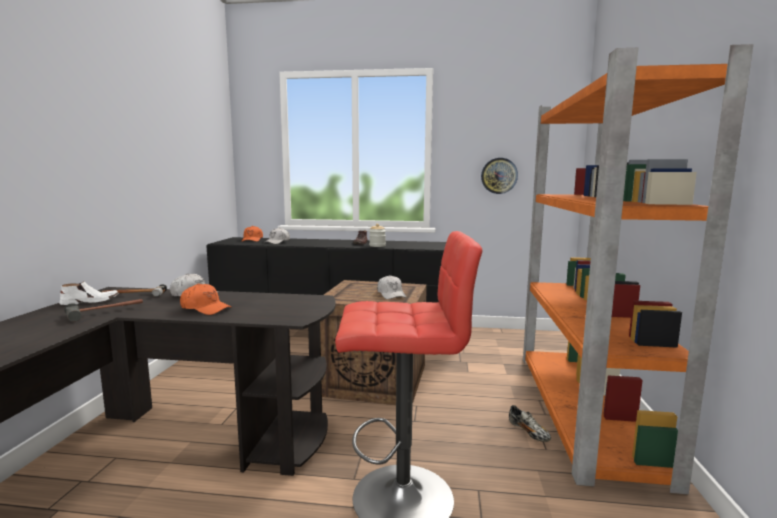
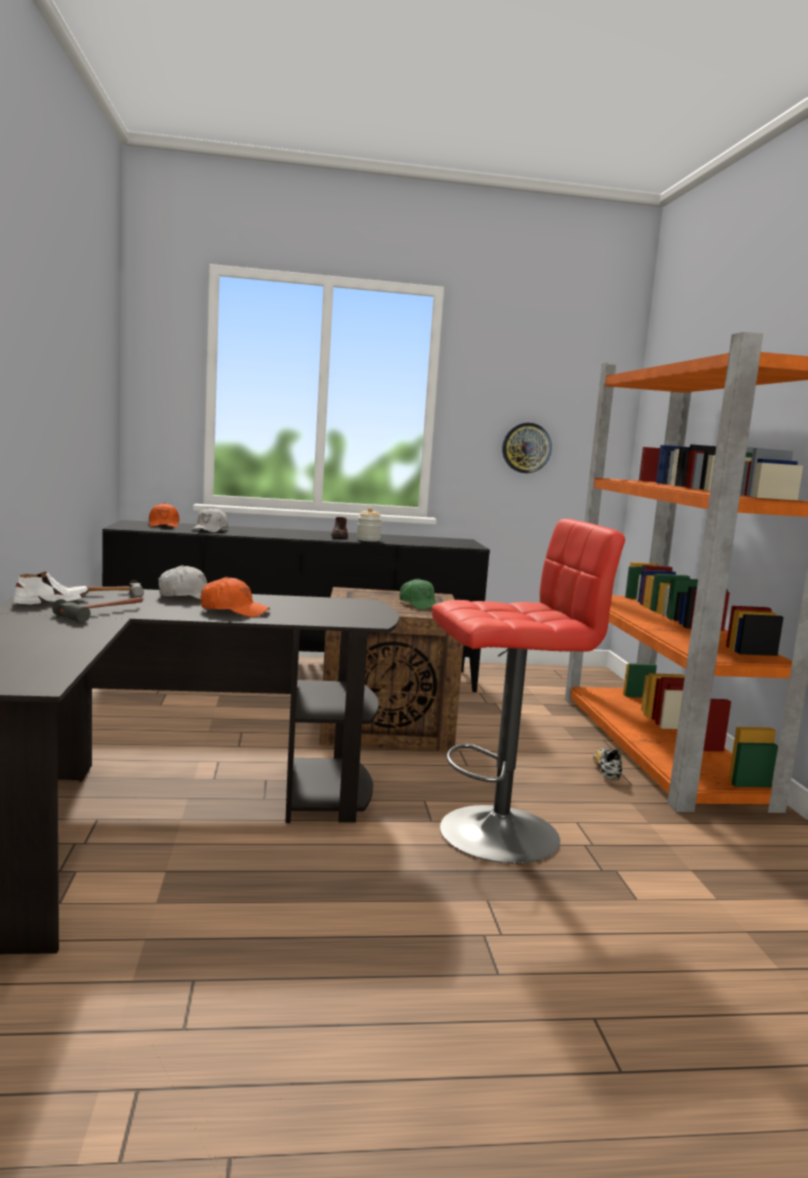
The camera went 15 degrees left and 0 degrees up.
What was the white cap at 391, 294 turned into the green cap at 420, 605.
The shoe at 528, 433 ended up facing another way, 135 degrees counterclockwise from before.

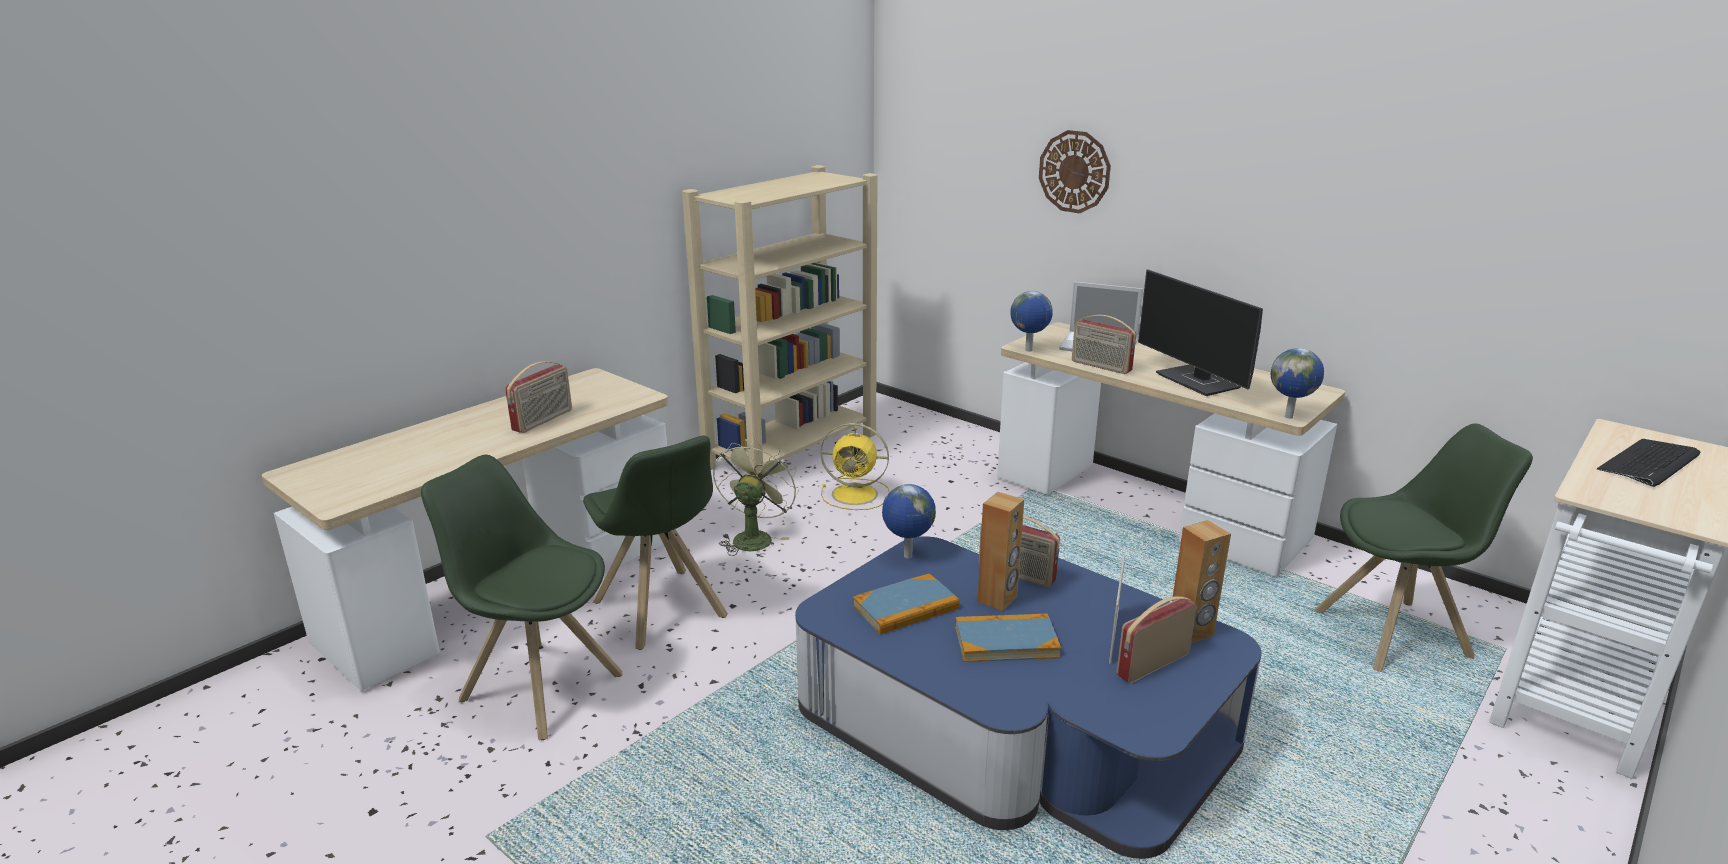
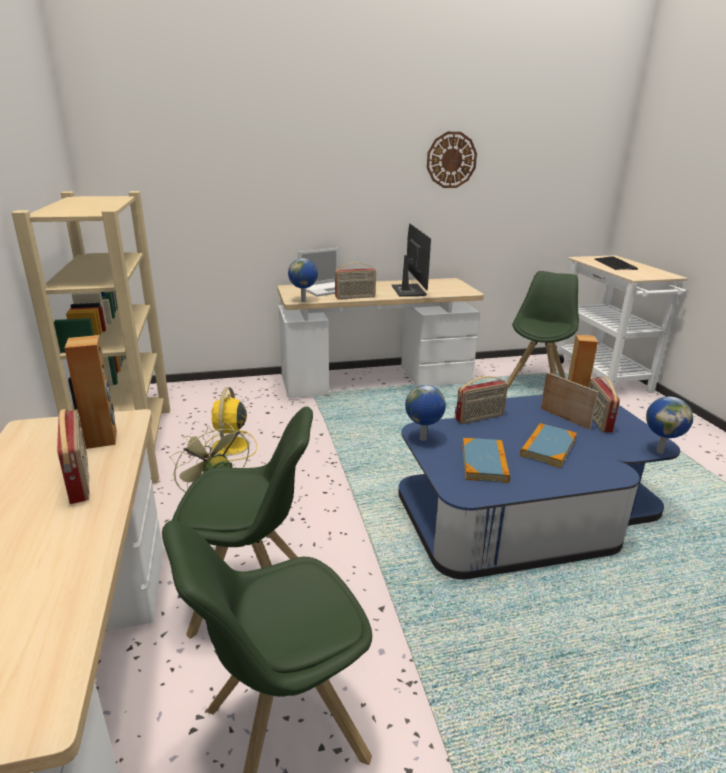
The camera went 55 degrees left and 0 degrees up.
The brown speaker ended up elsewhere, having gone from 998, 599 to 102, 439.
The wall clock ended up elsewhere, having gone from 1074, 171 to 451, 160.
The globe ended up elsewhere, having gone from 1290, 417 to 660, 451.
The yellow fan at 857, 494 ended up facing another way, 135 degrees clockwise from before.
The monitor at 1198, 382 ended up facing another way, 105 degrees counterclockwise from before.

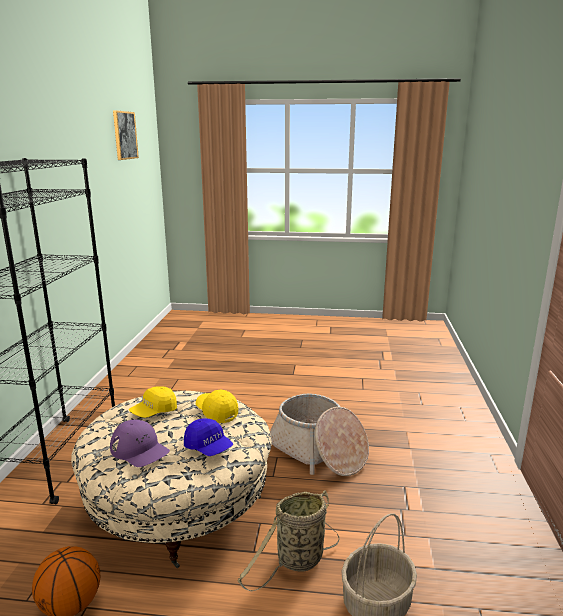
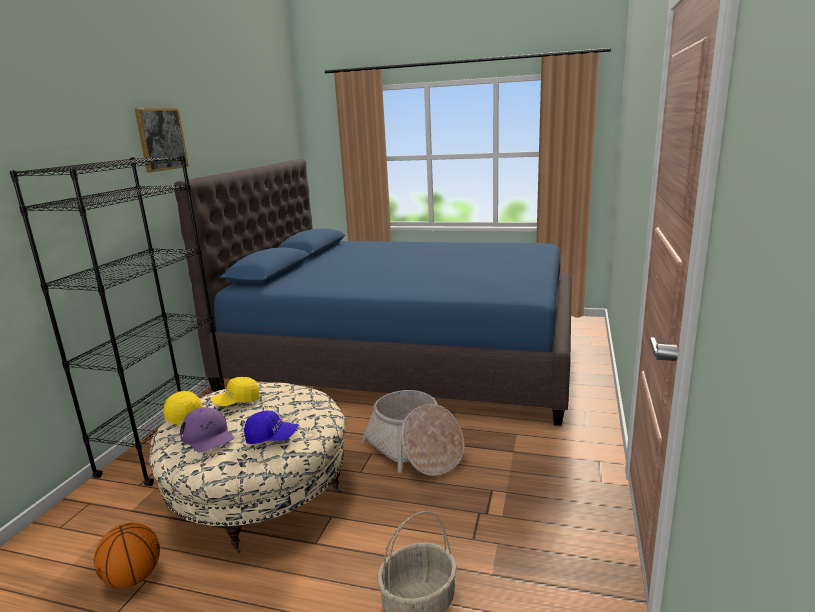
The camera went 10 degrees right and 0 degrees up.
The second view lost the basket at 297, 561.
The second view gained the blue bed at 405, 354.
The picture ended up elsewhere, having gone from 124, 135 to 161, 139.
The yellow cap ended up elsewhere, having gone from 216, 412 to 183, 414.
The blue cap at 208, 448 ended up facing another way, 45 degrees counterclockwise from before.

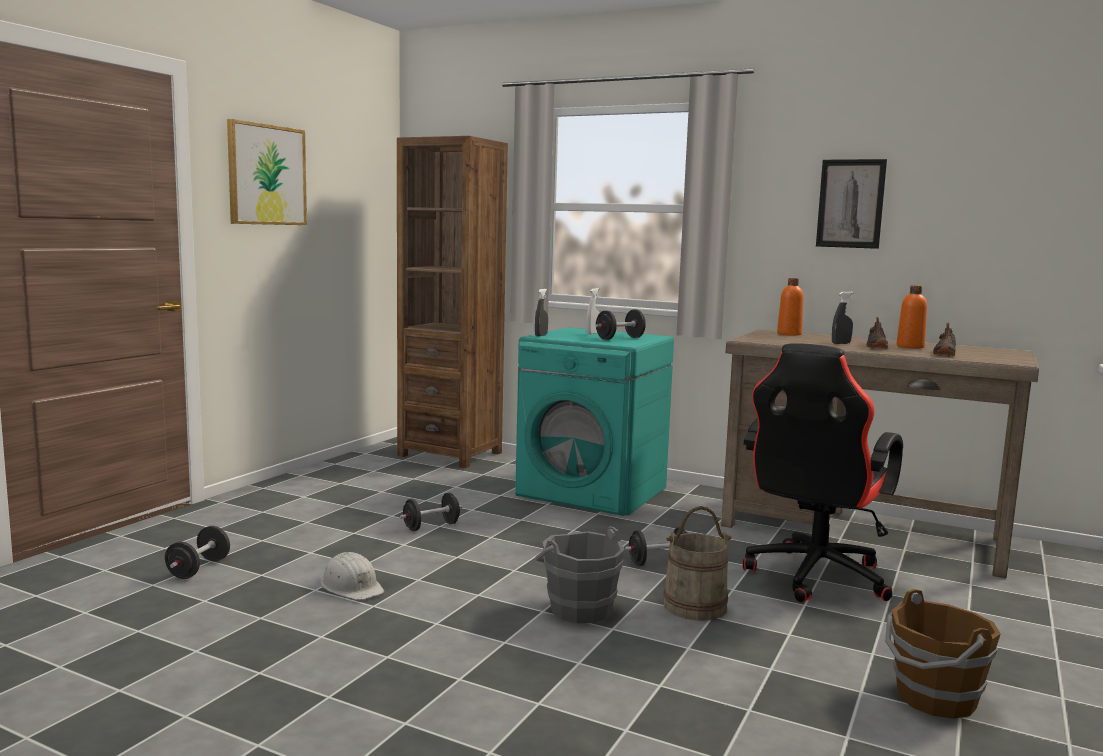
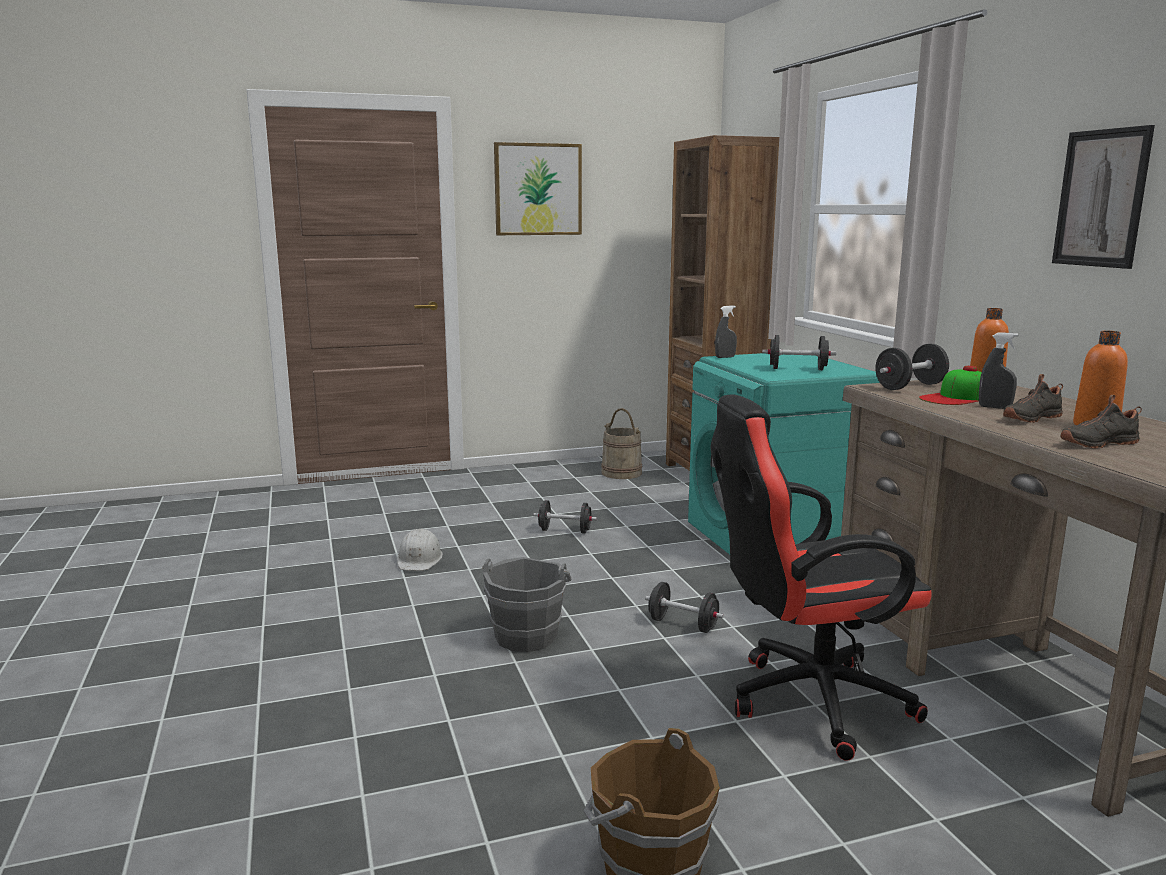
The camera went 45 degrees right and 5 degrees up.
The second view lost the white spray bottle at 592, 333.
The second view gained the cap at 956, 398.
The black dumbbell ended up elsewhere, having gone from 199, 569 to 910, 386.
The beige bucket ended up elsewhere, having gone from 694, 606 to 621, 473.

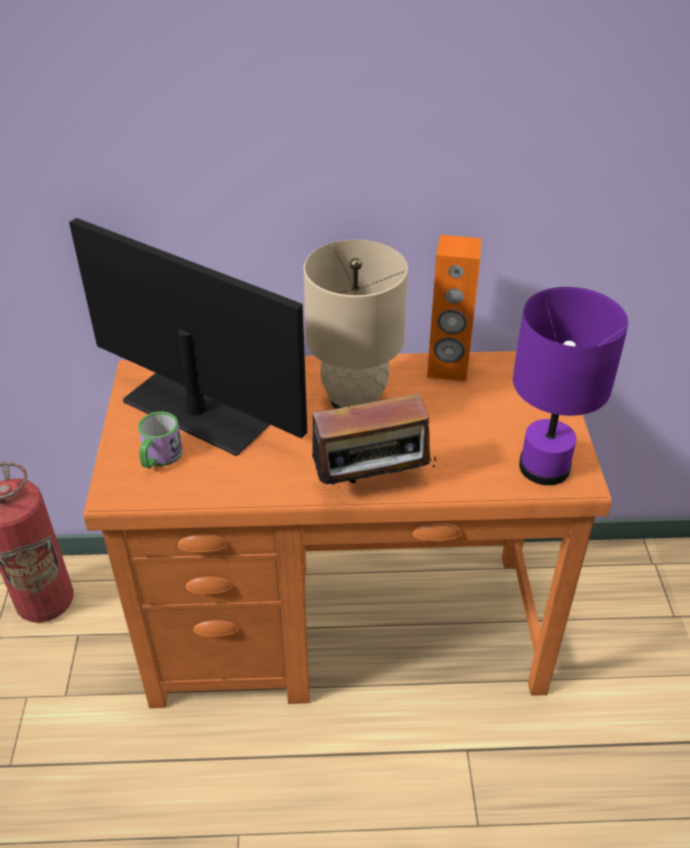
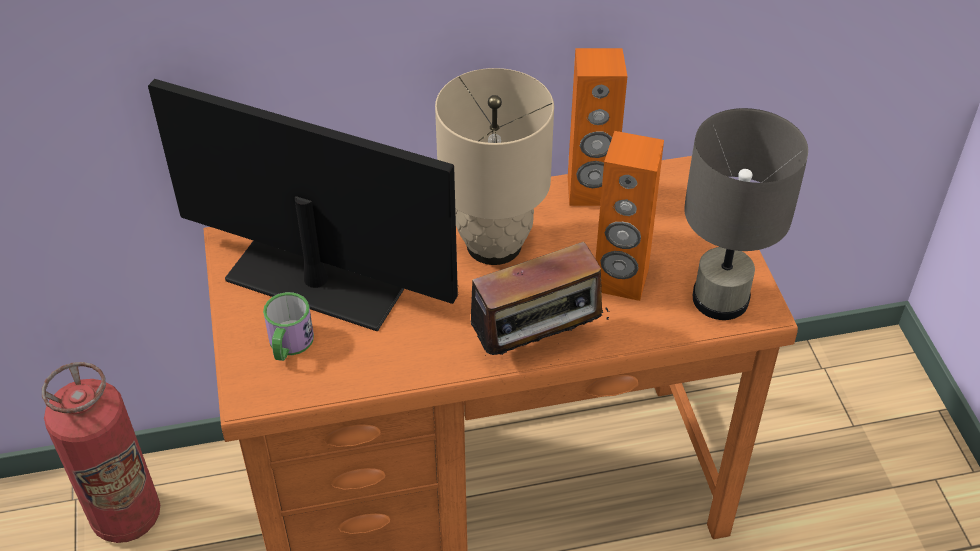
The camera went 10 degrees left and 5 degrees up.
The second view gained the orange speaker at 620, 281.
What was the purple table lamp at 543, 466 turned into the grey table lamp at 719, 298.

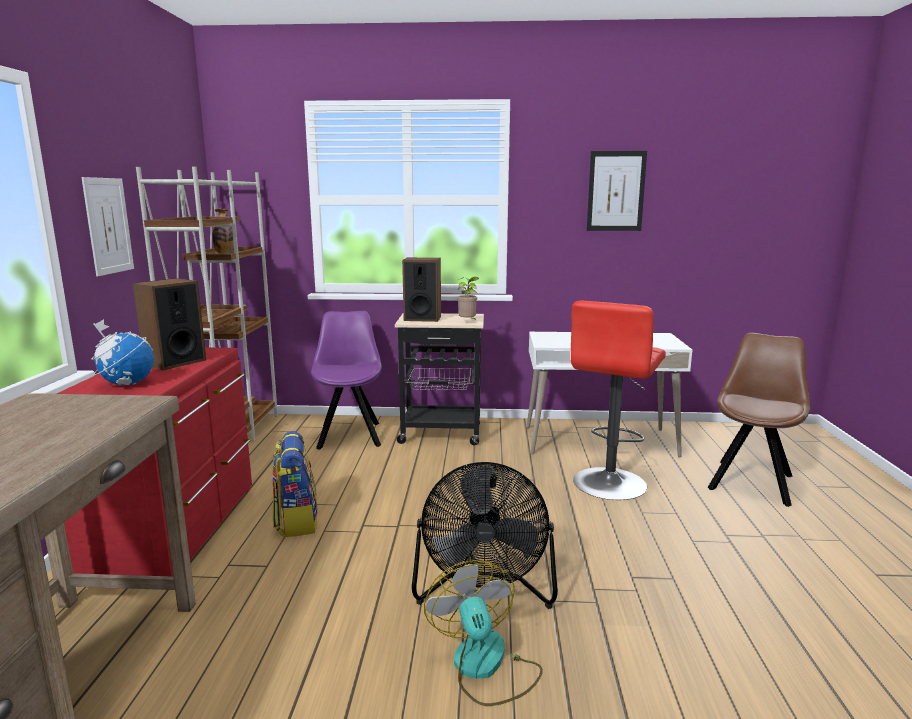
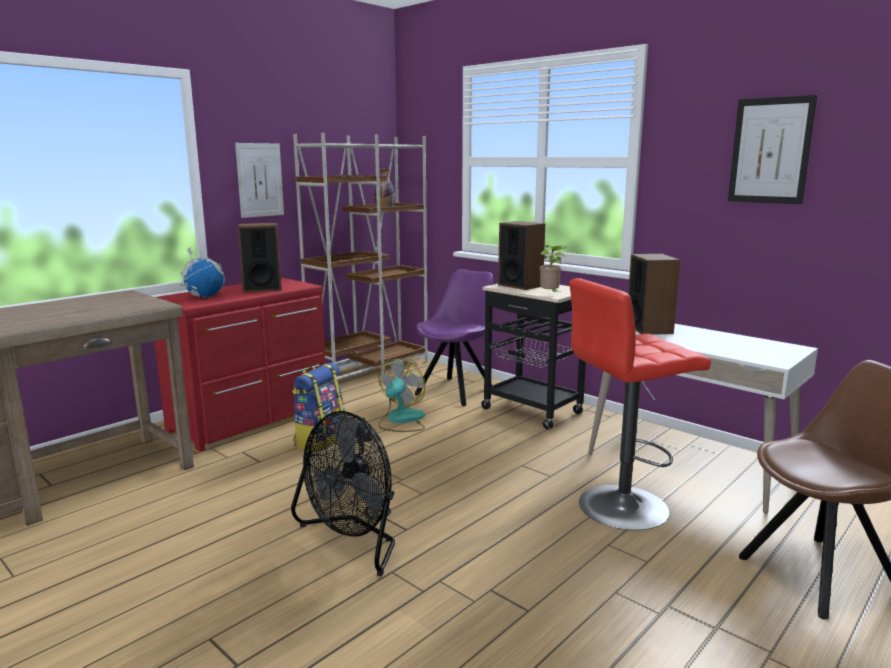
The camera went 40 degrees right and 0 degrees up.
The second view gained the speaker at 649, 329.
The fan ended up elsewhere, having gone from 485, 667 to 401, 420.

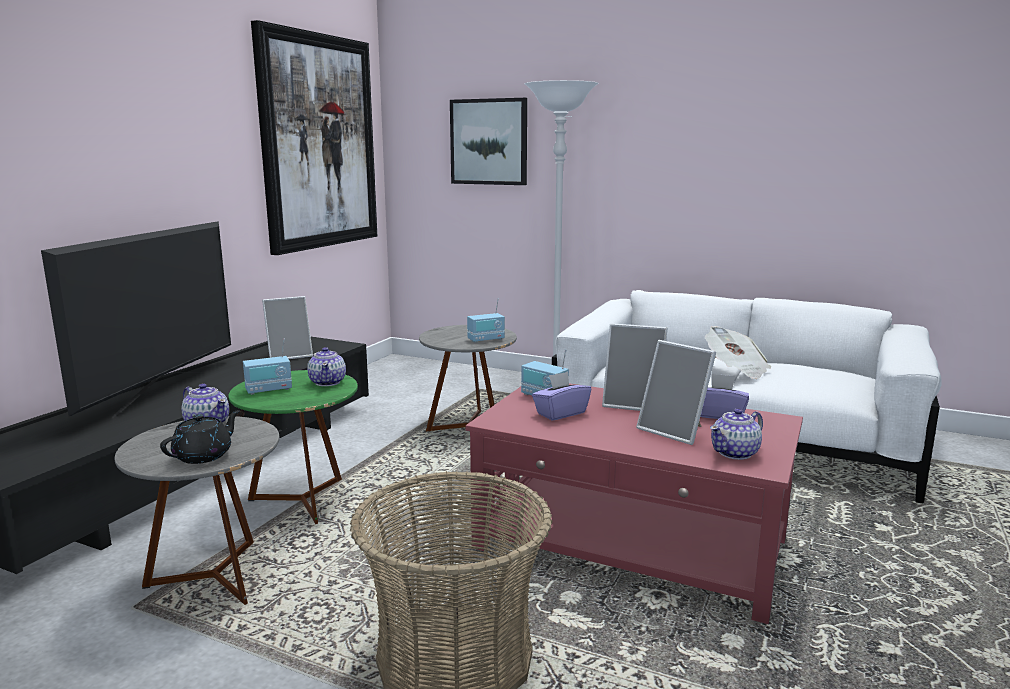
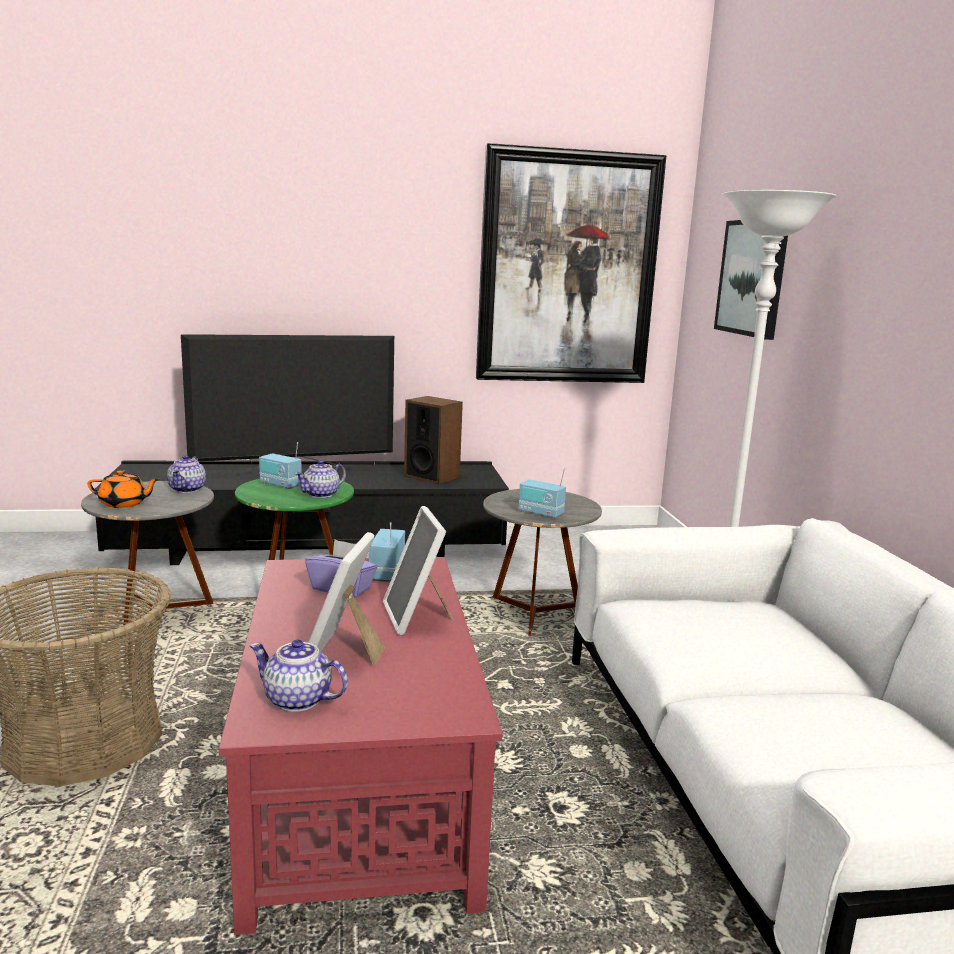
The camera went 55 degrees right and 0 degrees up.
The second view lost the purple tissue box at 719, 415.
The second view lost the newspaper at 736, 369.
Where the picture frame stood at 290, 355, the speaker came to stand at 432, 476.
What was the black teapot at 204, 455 turned into the orange teapot at 124, 504.

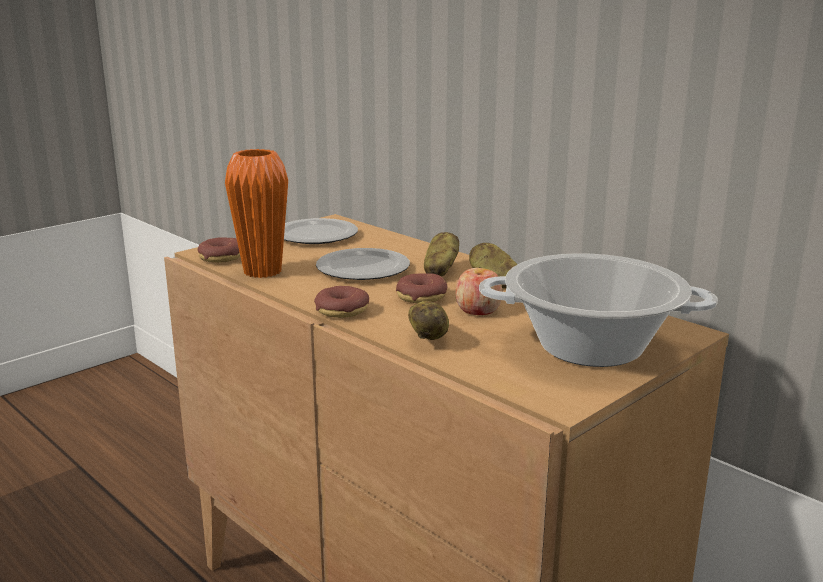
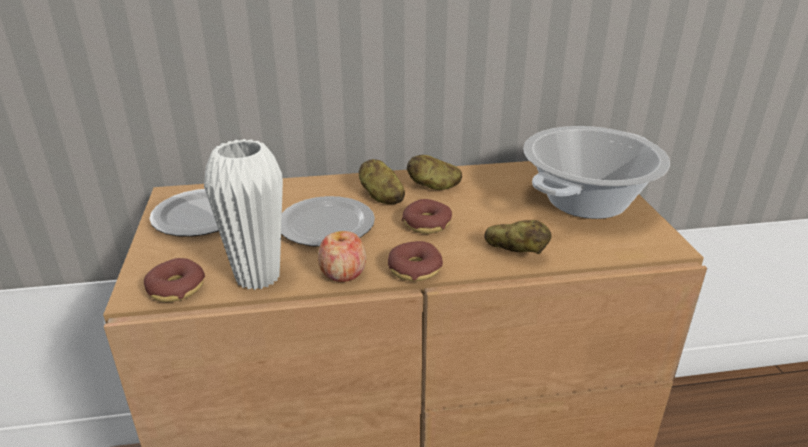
The camera went 55 degrees left and 10 degrees up.
The apple ended up elsewhere, having gone from 478, 310 to 343, 273.
What was the orange vase at 262, 271 turned into the white vase at 258, 277.

